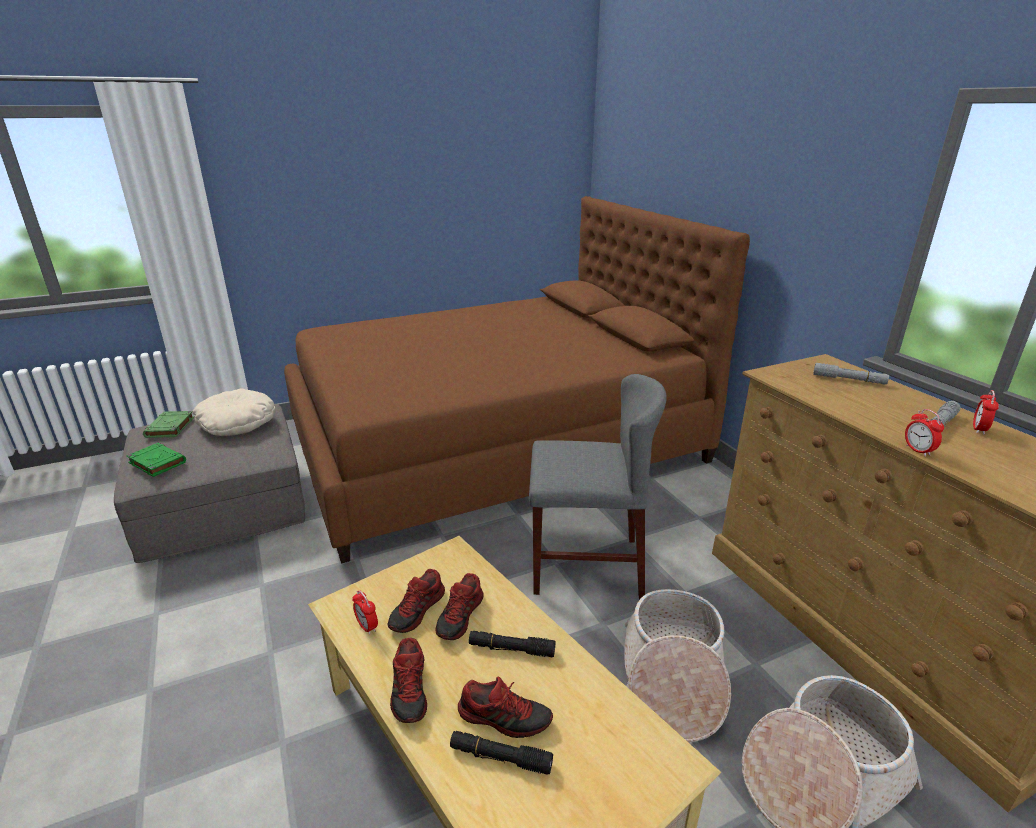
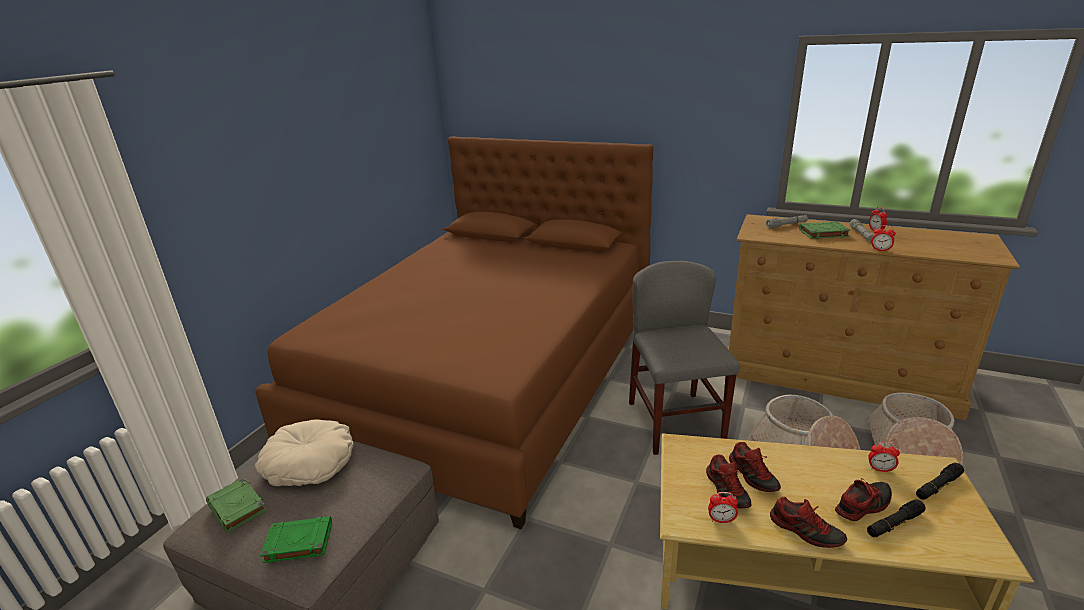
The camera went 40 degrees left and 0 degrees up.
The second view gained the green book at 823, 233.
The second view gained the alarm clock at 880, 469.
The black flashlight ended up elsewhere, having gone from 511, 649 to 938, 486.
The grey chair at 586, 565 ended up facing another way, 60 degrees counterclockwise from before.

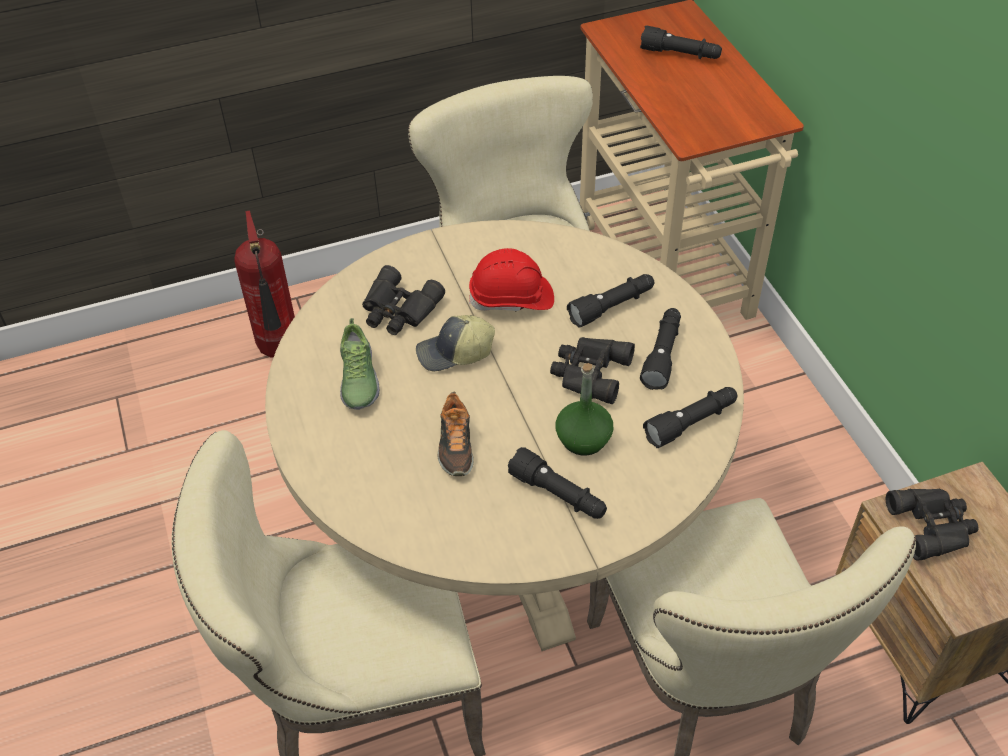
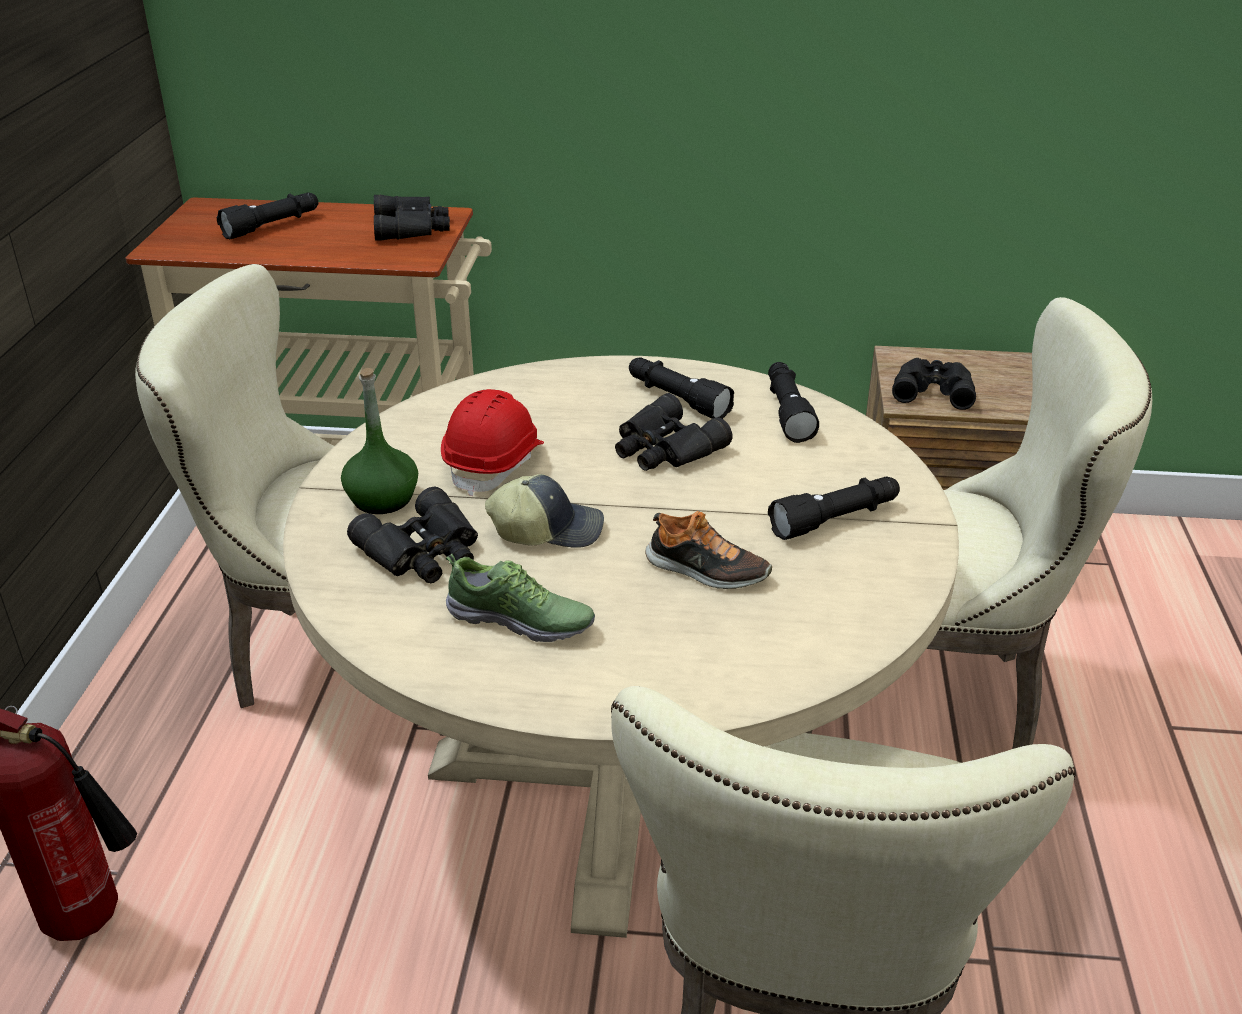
The camera went 65 degrees left and 15 degrees down.
The second view lost the black flashlight at 612, 306.
The second view gained the black binoculars at 412, 227.
The green bottle ended up elsewhere, having gone from 583, 439 to 382, 499.
The cap at 455, 353 ended up facing another way, 105 degrees counterclockwise from before.

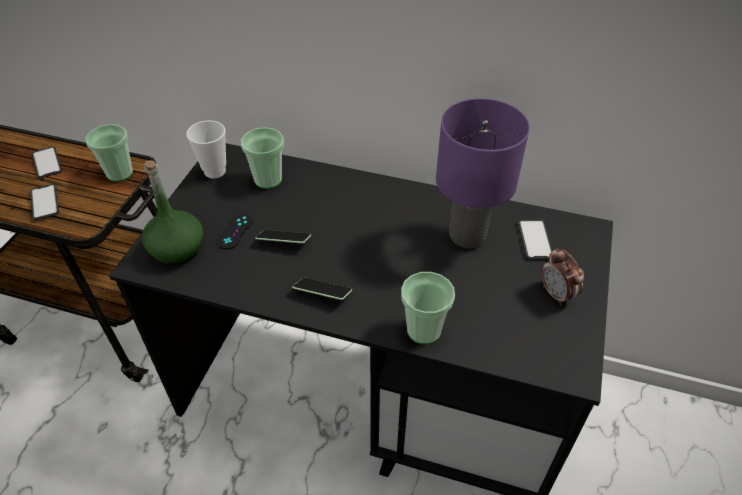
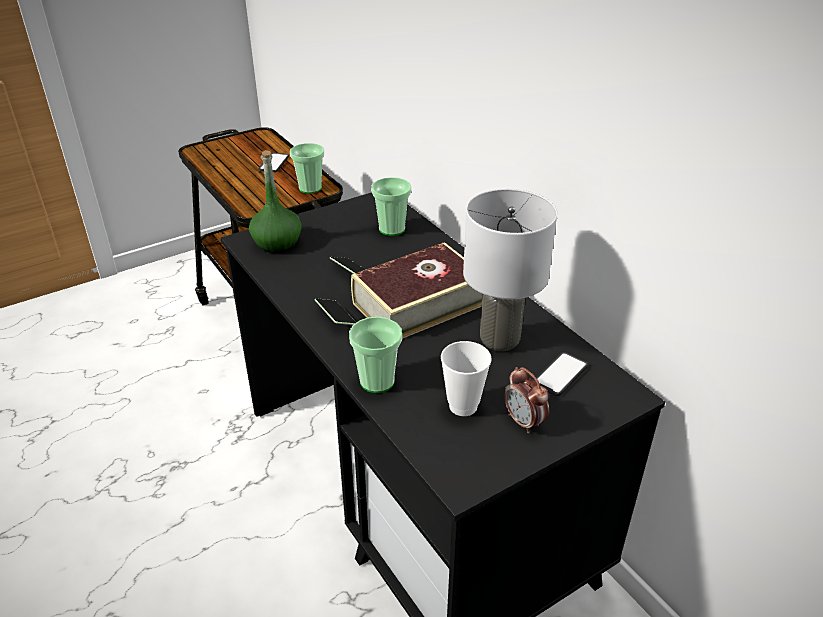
The camera went 40 degrees right and 10 degrees down.
The second view lost the phone at 45, 202.
The second view lost the black game controller at 235, 231.
The second view gained the book at 418, 303.
The cup ended up elsewhere, having gone from 215, 171 to 463, 406.
What was the purple table lamp at 468, 236 turned into the white table lamp at 502, 340.
The alarm clock at 556, 294 ended up facing another way, 45 degrees counterclockwise from before.

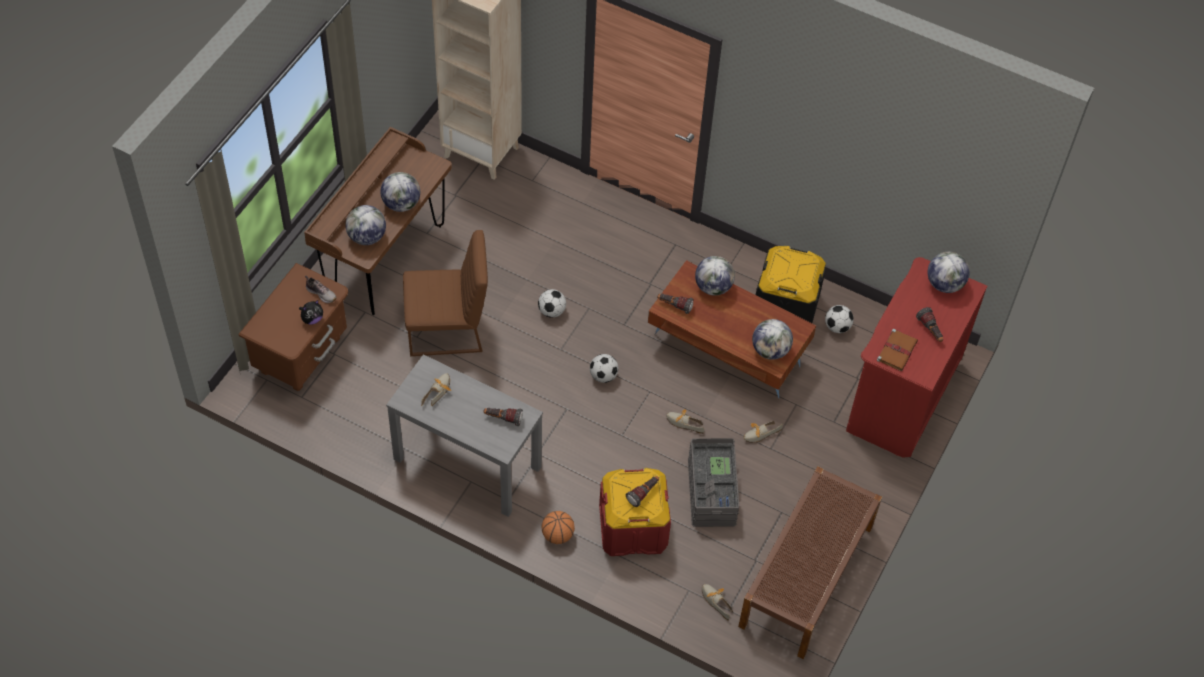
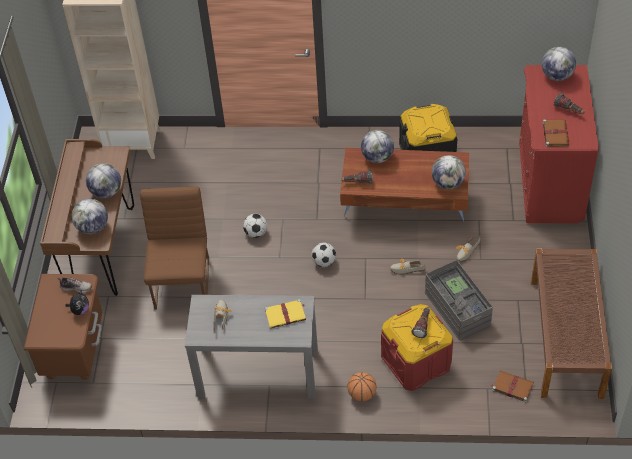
The camera went 20 degrees left and 5 degrees down.
The second view lost the football at 837, 327.
Where the flashlight stood at 503, 419, the yellow book came to stand at 286, 315.
Where the shoe stood at 715, 601, the brown book came to stand at 512, 387.
The brown chair at 448, 330 ended up facing another way, 60 degrees counterclockwise from before.

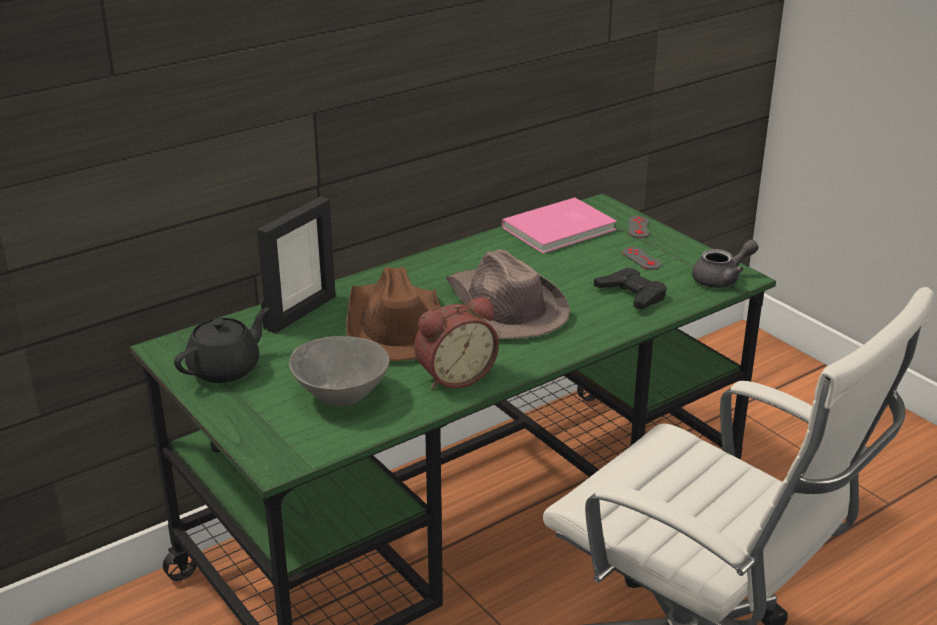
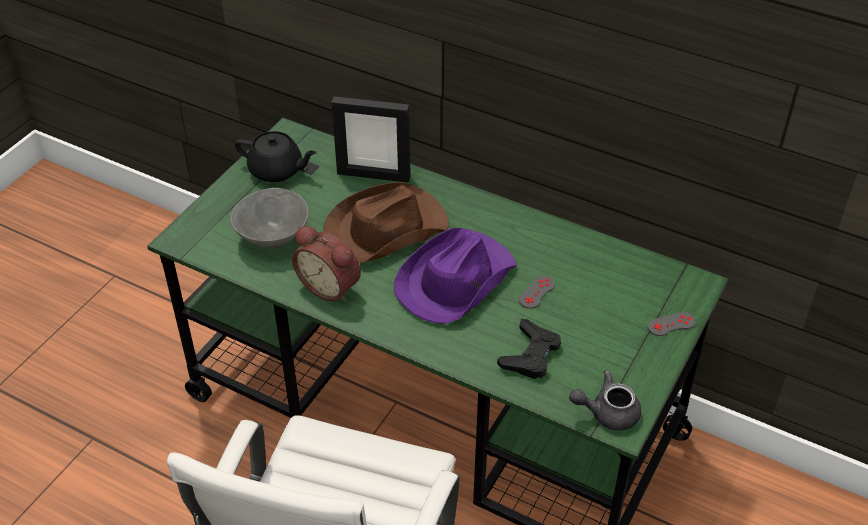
The camera went 65 degrees right and 15 degrees up.
The second view lost the pink book at 562, 229.
The grey game controller ended up elsewhere, having gone from 641, 259 to 536, 292.
What was the brown hat at 504, 307 turned into the purple hat at 454, 280.
The grey teapot at 722, 279 ended up facing another way, 135 degrees clockwise from before.

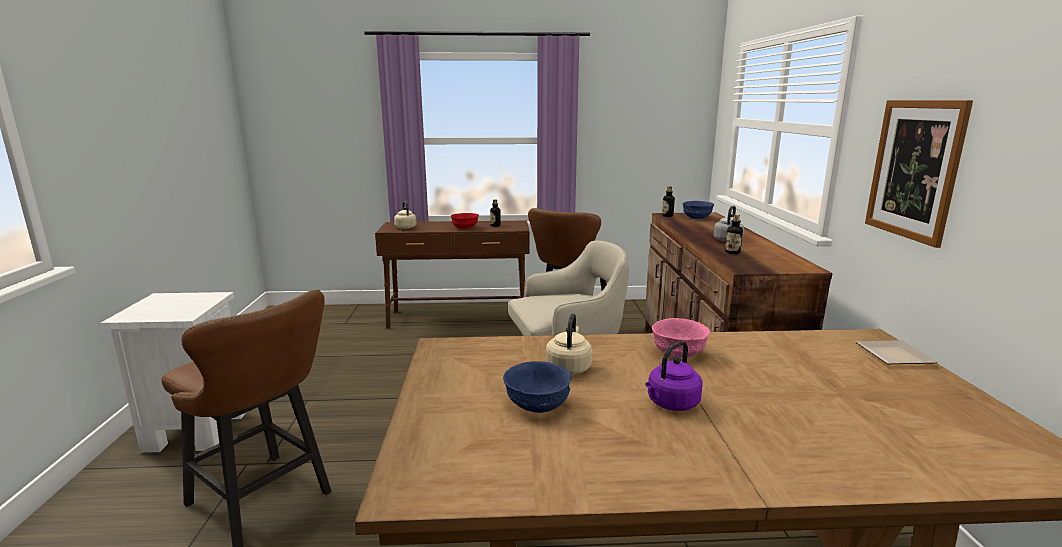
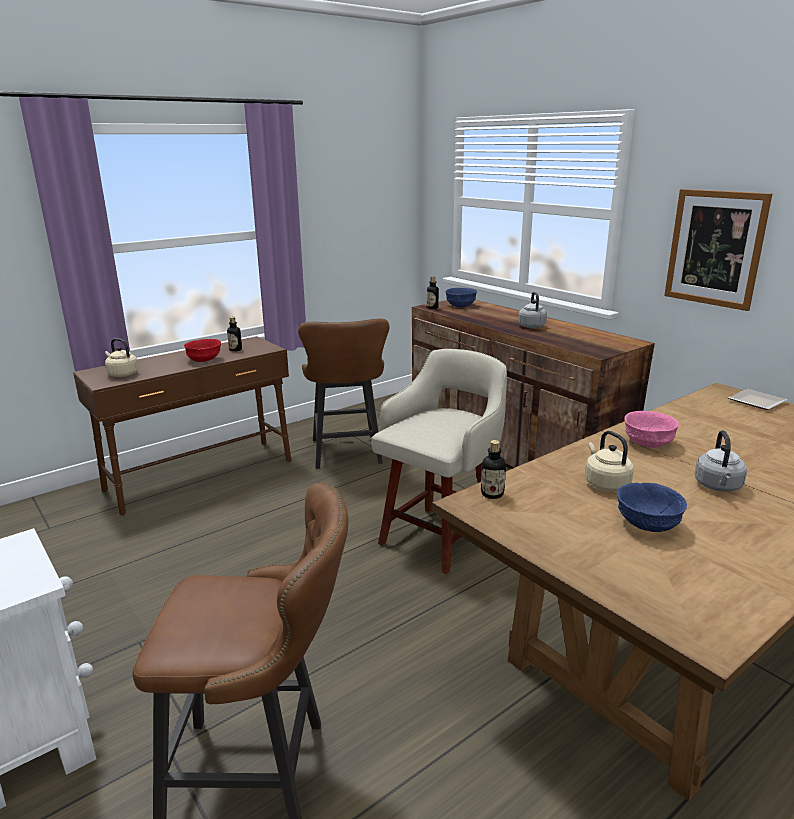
The camera went 35 degrees left and 5 degrees up.
The bottle ended up elsewhere, having gone from 732, 252 to 492, 494.
What was the purple kettle at 671, 404 turned into the grey kettle at 718, 486.

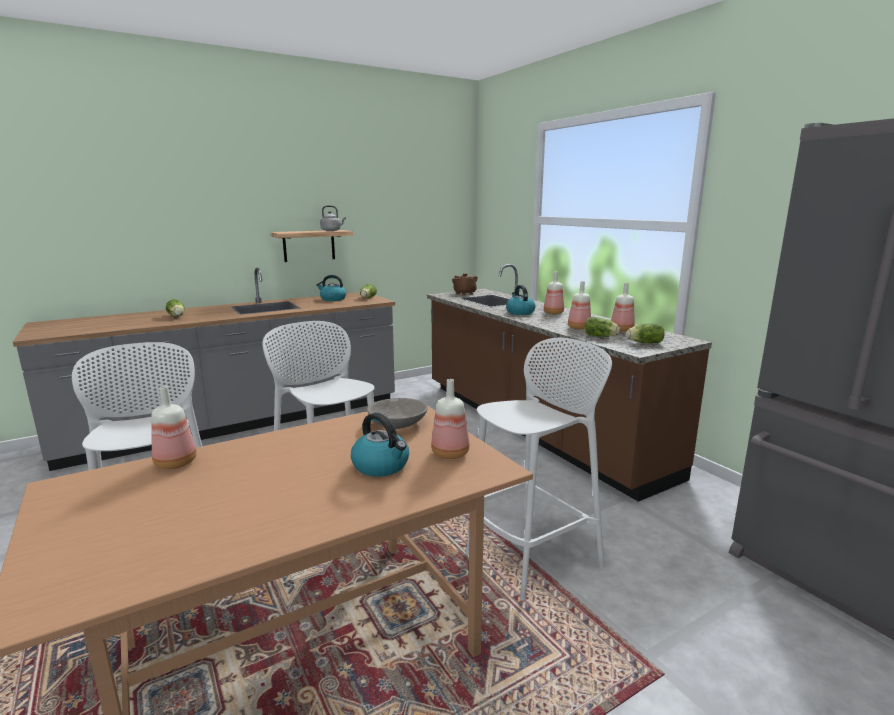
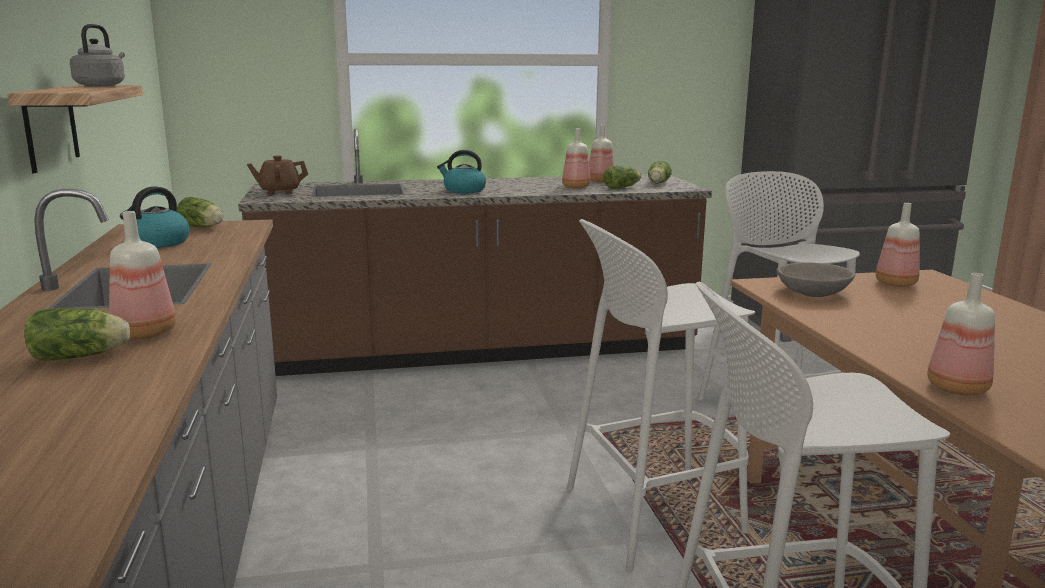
The camera went 70 degrees left and 0 degrees up.
The second view lost the kettle at 381, 466.
The bottle ended up elsewhere, having gone from 553, 313 to 146, 334.

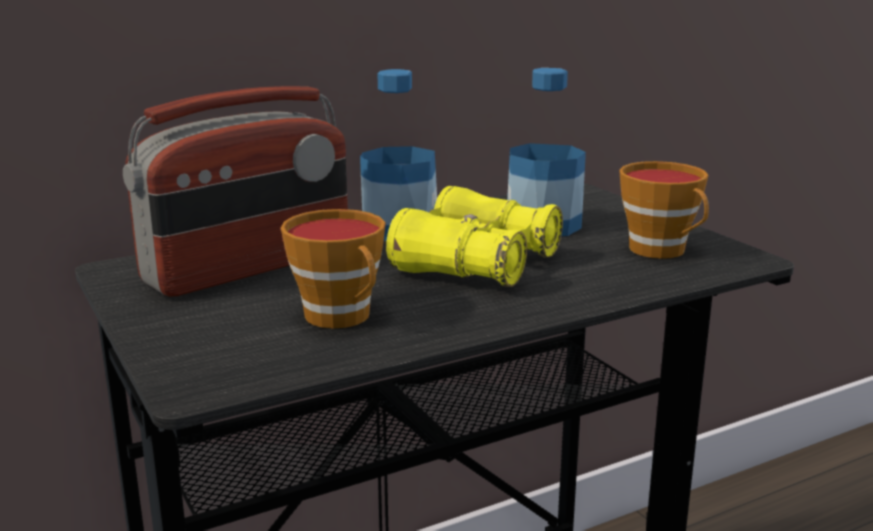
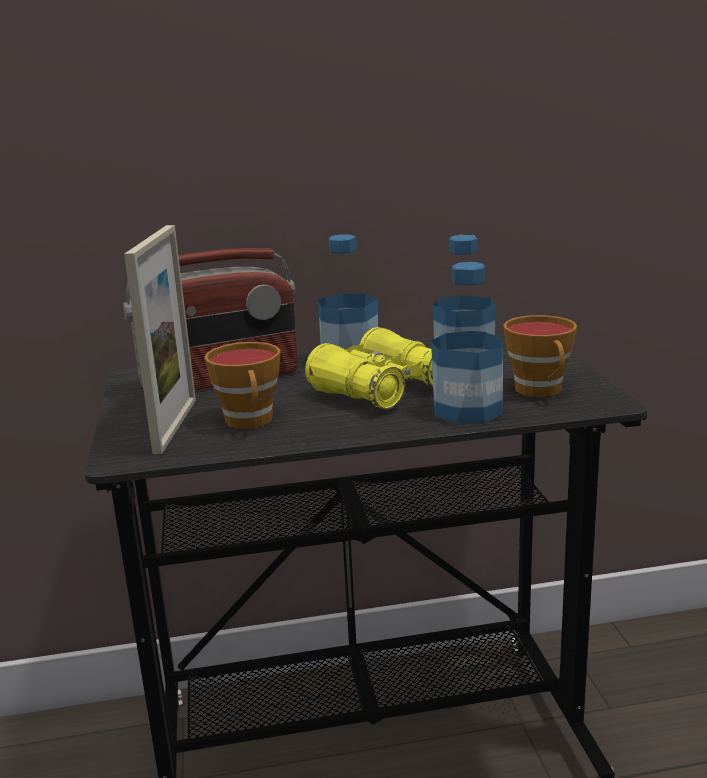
The camera went 20 degrees right and 0 degrees up.
The second view gained the picture frame at 175, 425.
The second view gained the bottle at 467, 410.

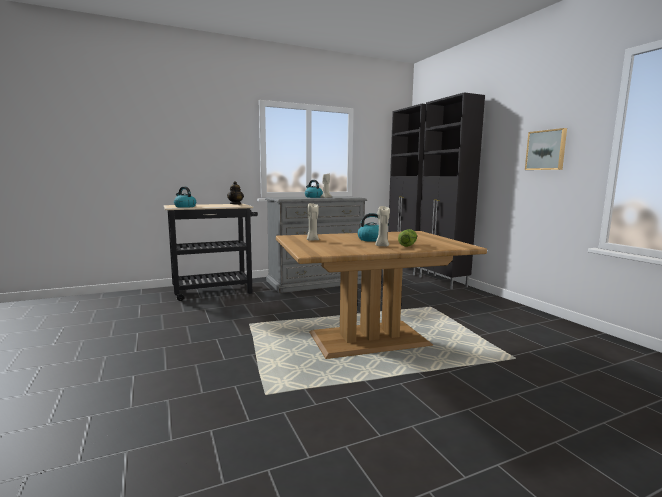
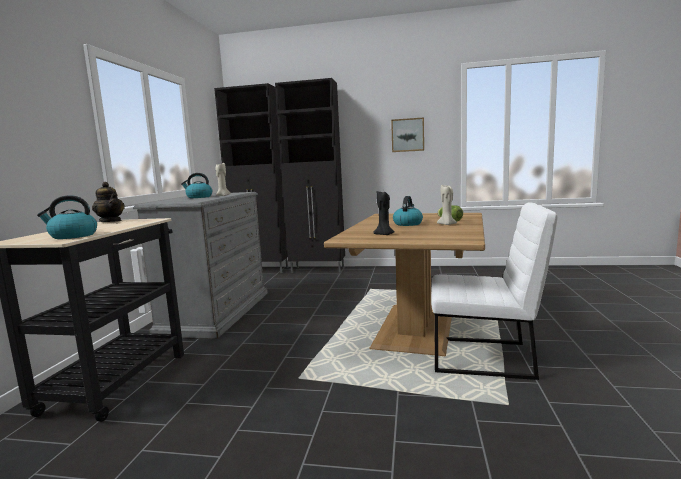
The camera went 55 degrees left and 0 degrees up.
The second view gained the white chair at 485, 358.
What was the beige candle at 312, 240 turned into the black candle at 384, 235.

